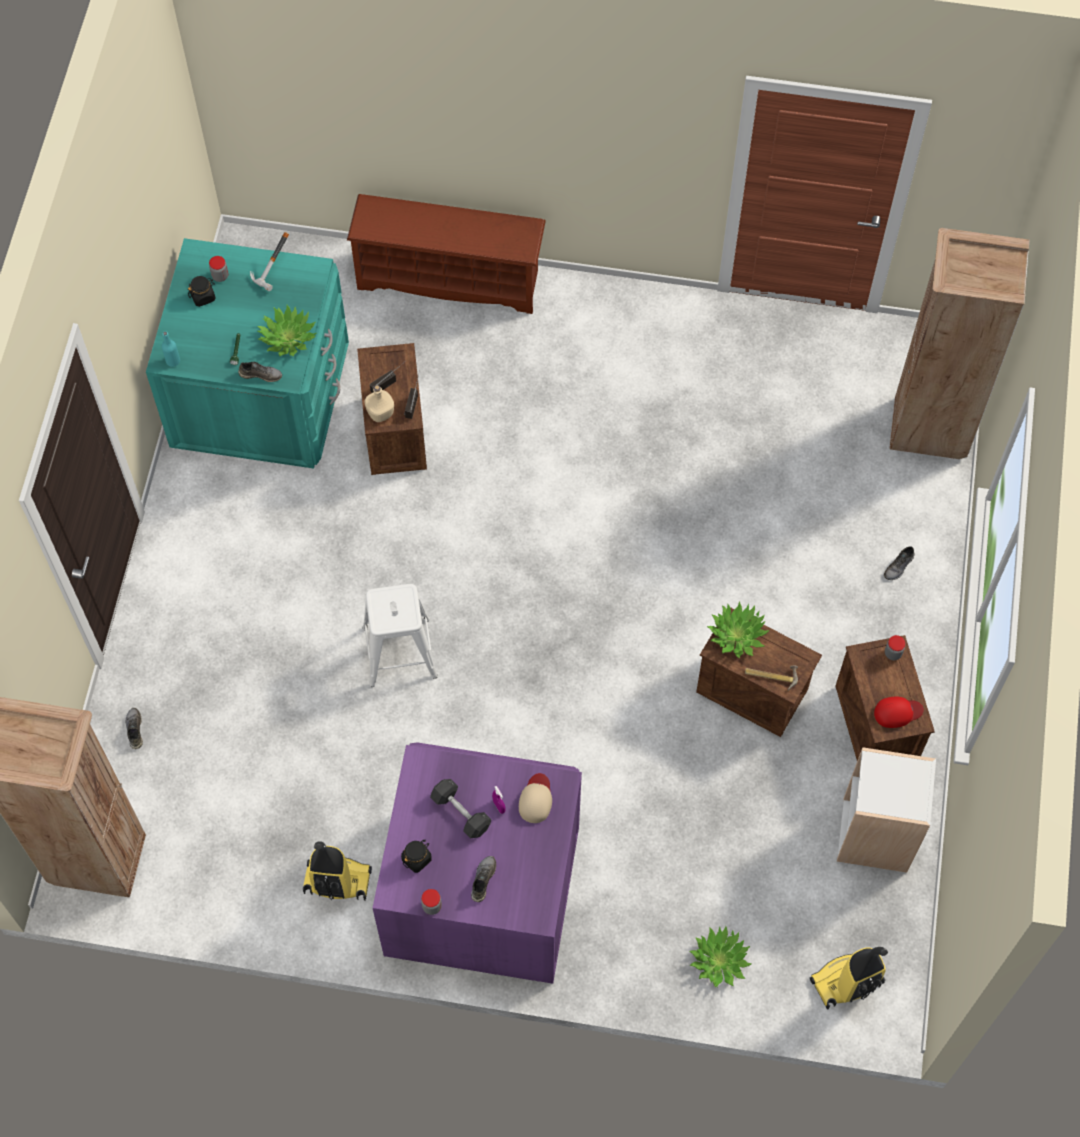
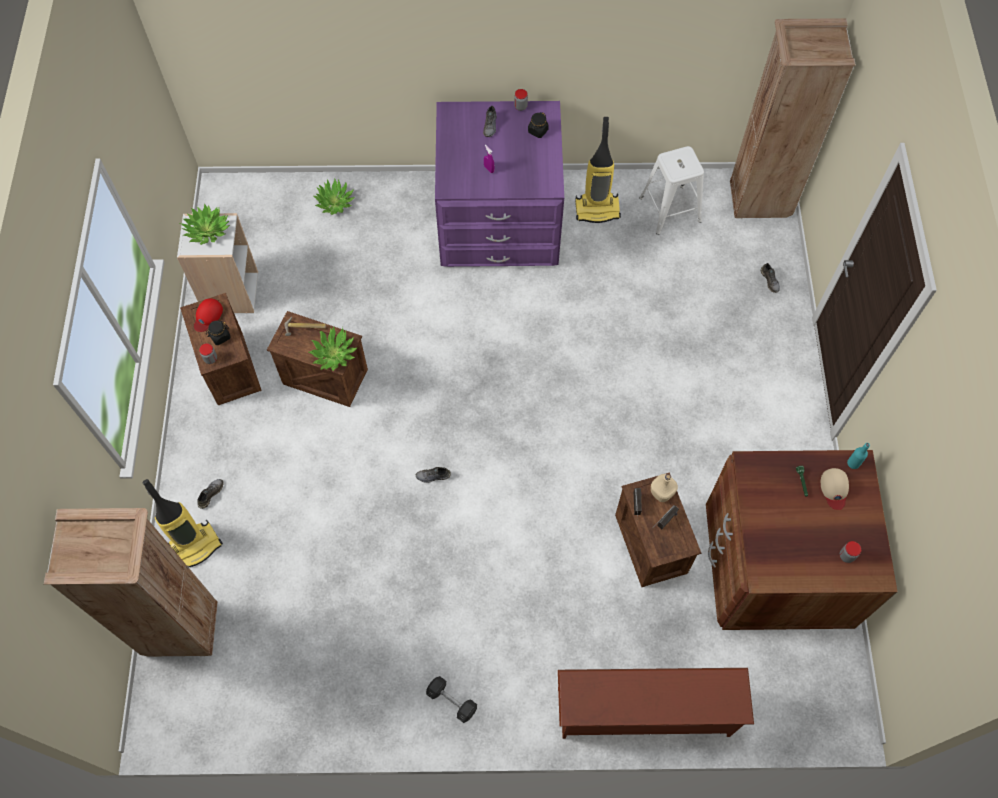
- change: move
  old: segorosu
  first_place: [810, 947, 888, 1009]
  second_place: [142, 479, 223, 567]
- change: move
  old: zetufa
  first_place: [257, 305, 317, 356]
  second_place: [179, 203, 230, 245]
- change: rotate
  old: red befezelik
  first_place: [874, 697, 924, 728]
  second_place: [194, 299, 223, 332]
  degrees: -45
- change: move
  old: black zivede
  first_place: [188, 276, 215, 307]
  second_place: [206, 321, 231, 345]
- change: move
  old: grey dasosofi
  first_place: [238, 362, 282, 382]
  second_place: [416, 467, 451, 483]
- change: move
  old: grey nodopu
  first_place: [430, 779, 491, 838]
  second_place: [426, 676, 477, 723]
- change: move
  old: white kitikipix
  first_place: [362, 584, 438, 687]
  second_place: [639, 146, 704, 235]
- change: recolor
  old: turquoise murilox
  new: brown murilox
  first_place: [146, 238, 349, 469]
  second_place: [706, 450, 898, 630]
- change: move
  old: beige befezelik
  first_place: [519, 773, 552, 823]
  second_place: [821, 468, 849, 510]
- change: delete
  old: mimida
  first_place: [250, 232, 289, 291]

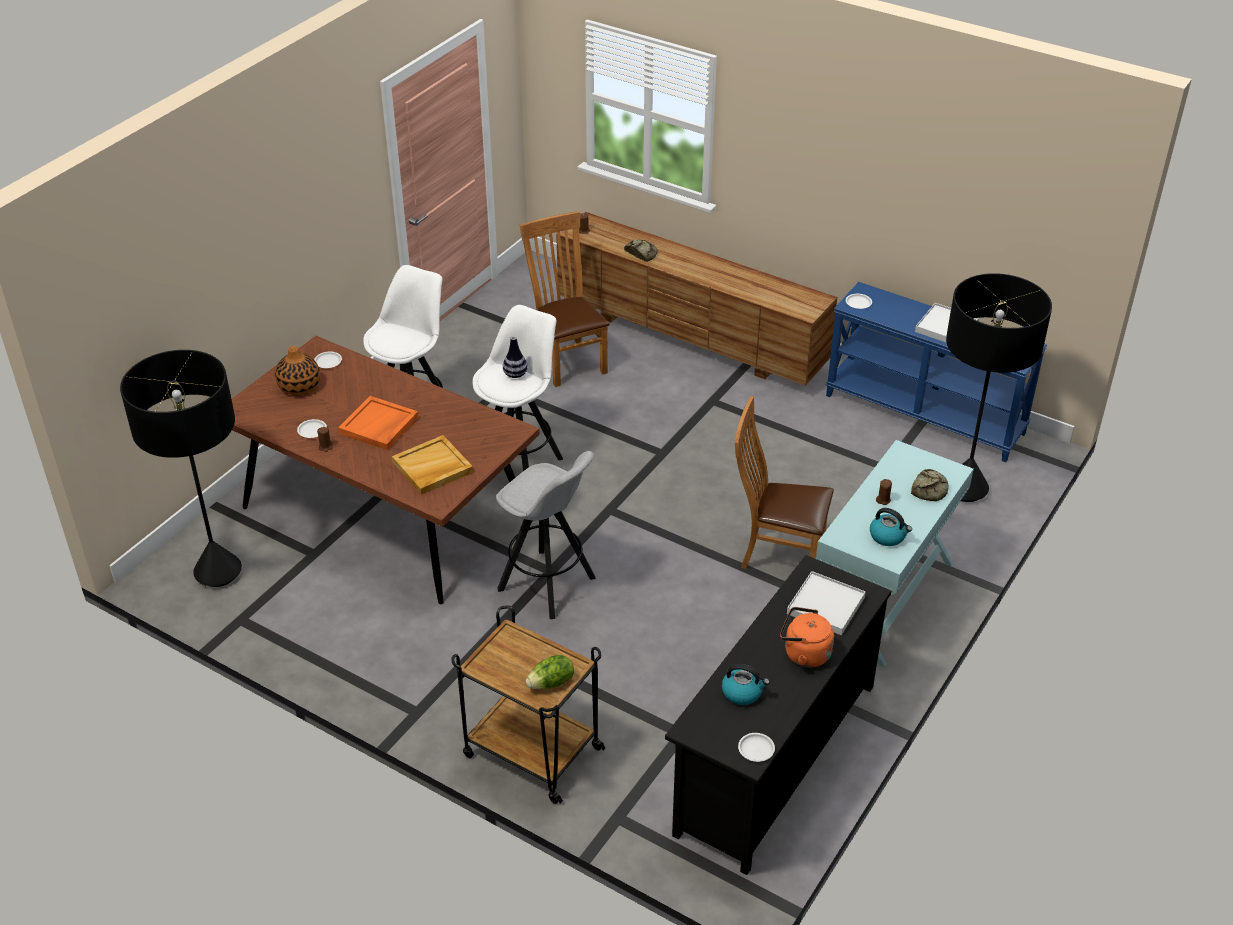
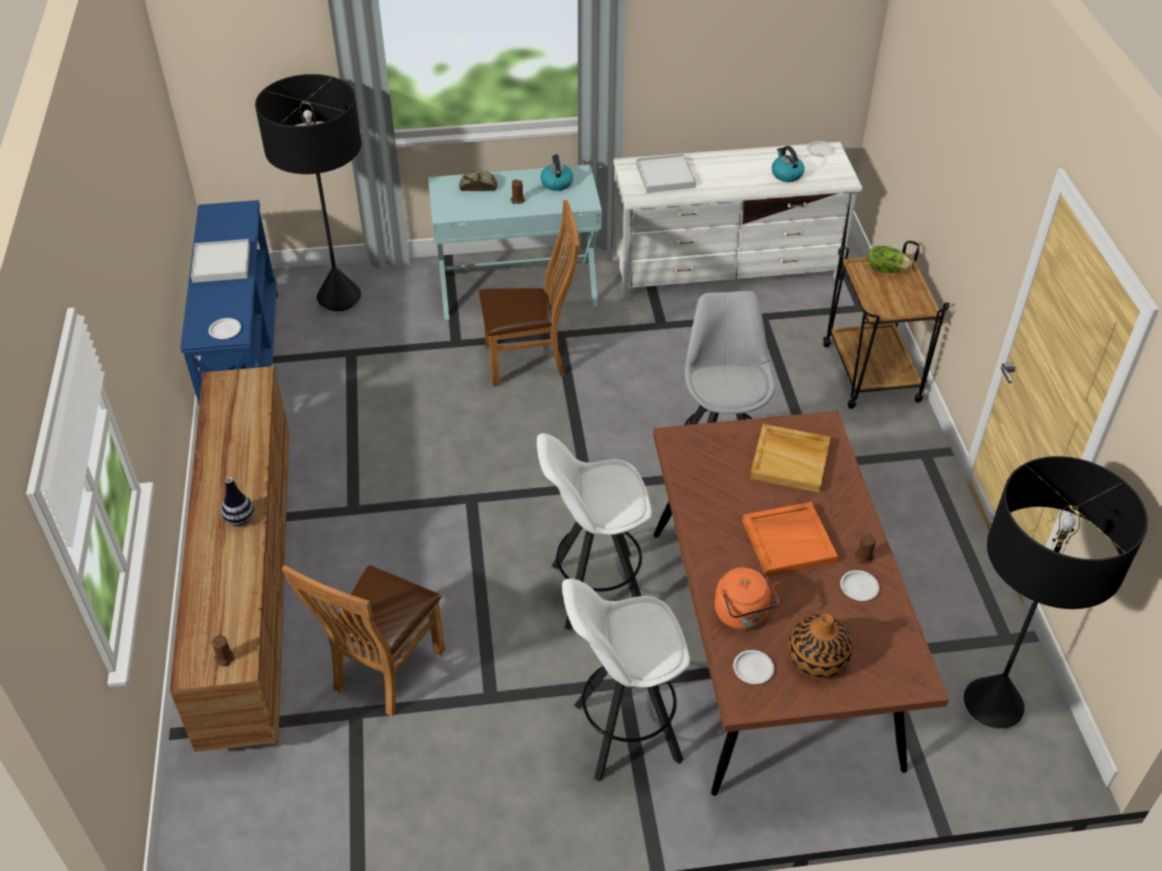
- change: move
  old: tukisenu
  first_place: [503, 336, 528, 378]
  second_place: [221, 477, 254, 526]
- change: rotate
  old: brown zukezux
  first_place: [735, 396, 834, 569]
  second_place: [479, 200, 580, 387]
  degrees: -75
- change: recolor
  old: black murilox
  new: white murilox
  first_place: [665, 555, 891, 875]
  second_place: [613, 142, 862, 298]
- change: move
  old: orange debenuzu
  first_place: [780, 607, 834, 668]
  second_place: [715, 567, 780, 630]
- change: delete
  old: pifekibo
  first_place: [624, 240, 657, 262]

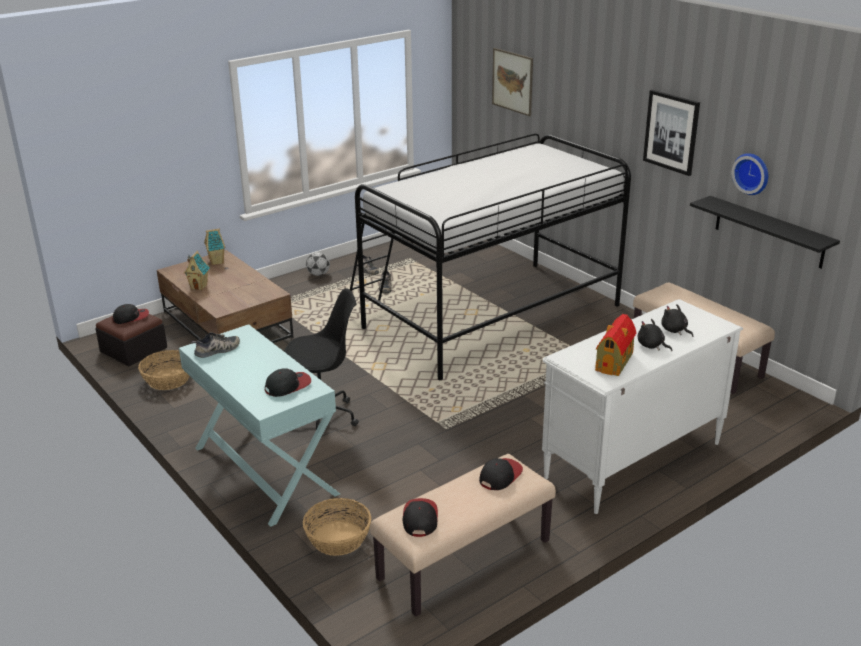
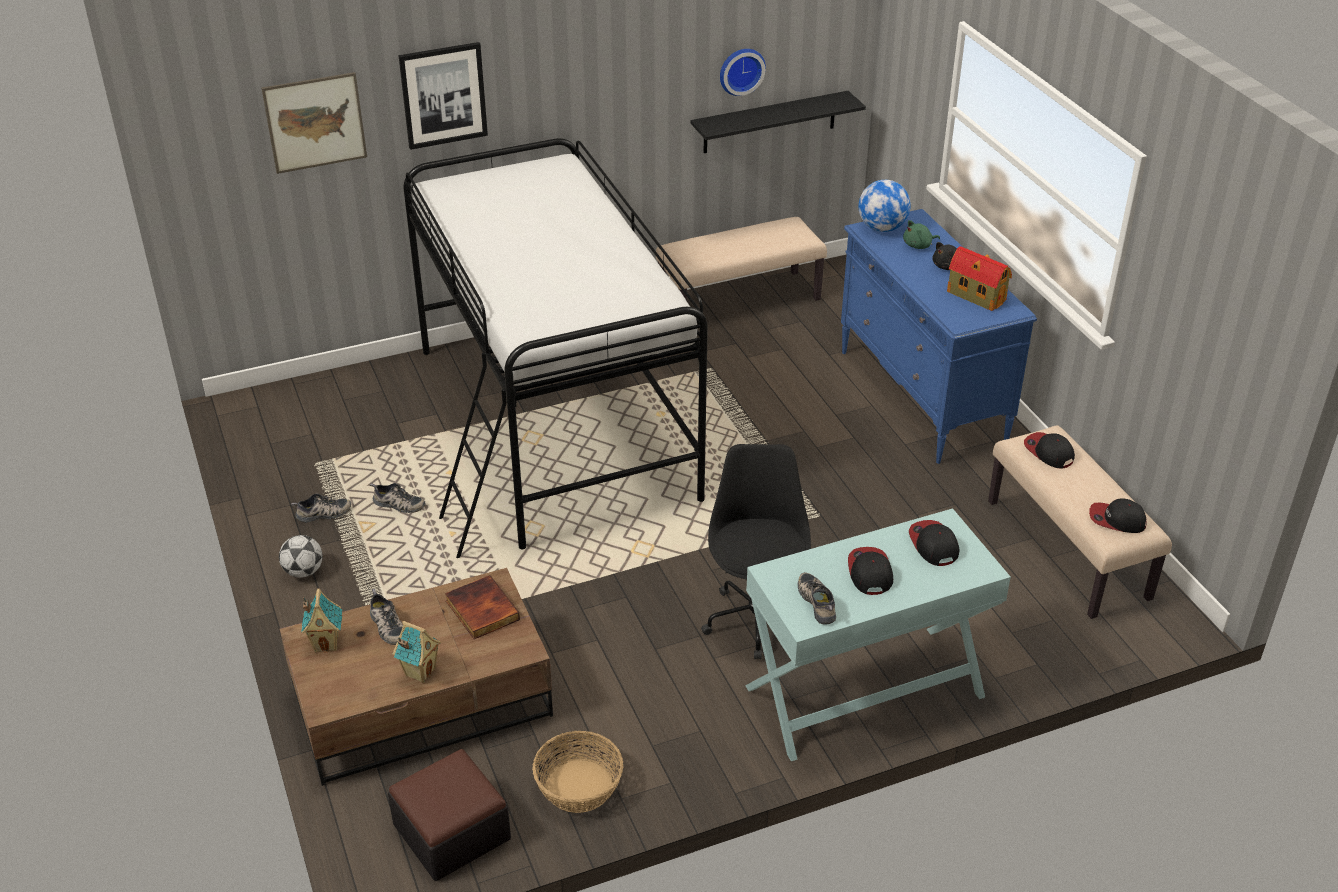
- change: insert
  new: dasosofi
  second_place: [370, 589, 403, 645]
- change: move
  old: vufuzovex
  first_place: [643, 90, 700, 176]
  second_place: [398, 42, 488, 150]
- change: insert
  new: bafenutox
  second_place: [445, 575, 520, 639]
- change: recolor
  old: white murilox
  new: blue murilox
  first_place: [542, 299, 743, 514]
  second_place: [841, 209, 1037, 464]
- change: move
  old: befezelik
  first_place: [113, 304, 149, 324]
  second_place: [848, 547, 893, 595]
- change: insert
  new: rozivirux
  second_place: [858, 180, 911, 232]
- change: recolor
  old: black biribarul
  new: green biribarul
  first_place: [661, 304, 693, 337]
  second_place: [903, 220, 940, 249]
- change: delete
  old: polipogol
  first_place: [303, 498, 371, 556]

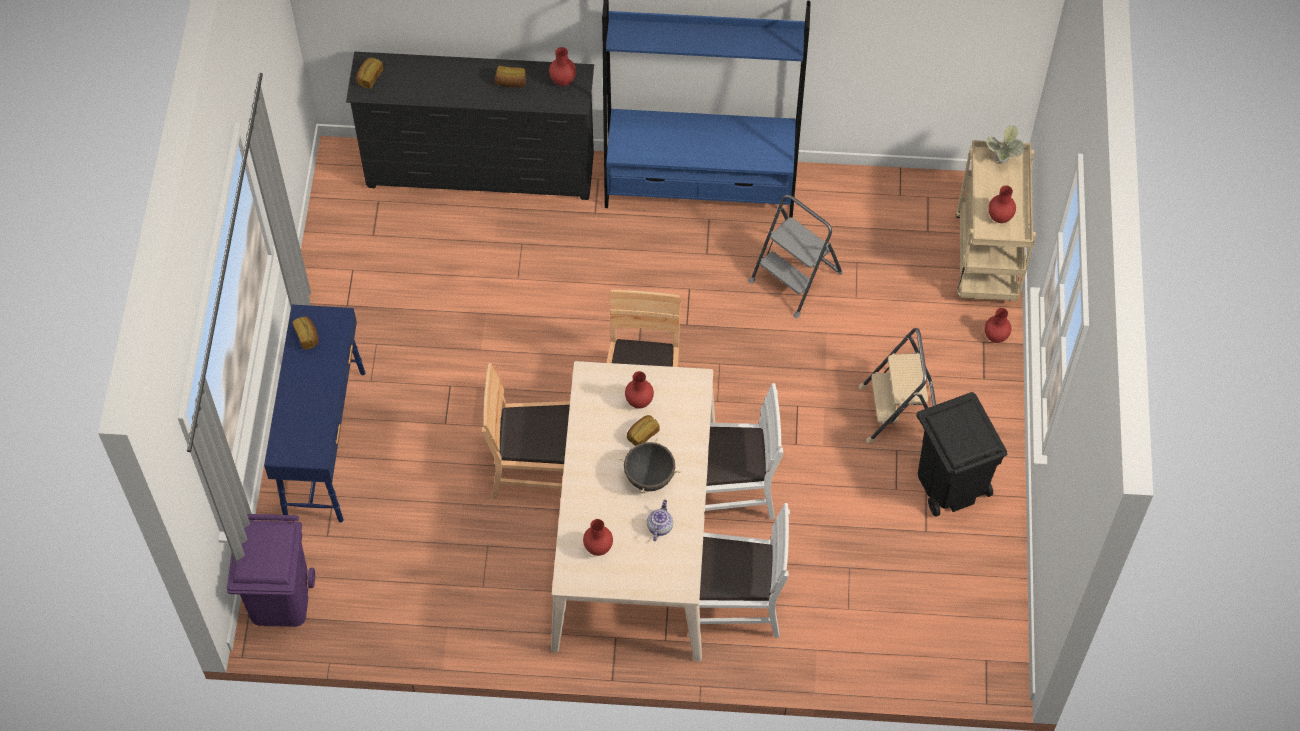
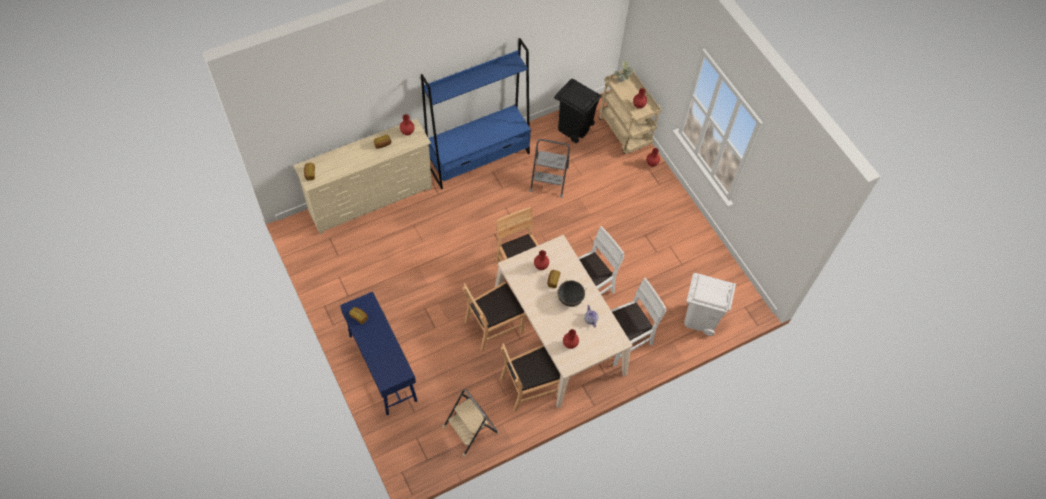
- change: recolor
  old: black murilox
  new: beige murilox
  first_place: [346, 52, 594, 200]
  second_place: [293, 118, 432, 234]
- change: move
  old: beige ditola
  first_place: [859, 328, 936, 443]
  second_place: [442, 389, 499, 457]
- change: insert
  new: brown zukezux
  second_place: [500, 343, 560, 412]
- change: move
  old: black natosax
  first_place: [916, 392, 1007, 517]
  second_place: [554, 79, 602, 143]
- change: insert
  new: white natosax
  second_place: [684, 273, 736, 336]
- change: delete
  old: purple natosax
  first_place: [227, 514, 315, 627]

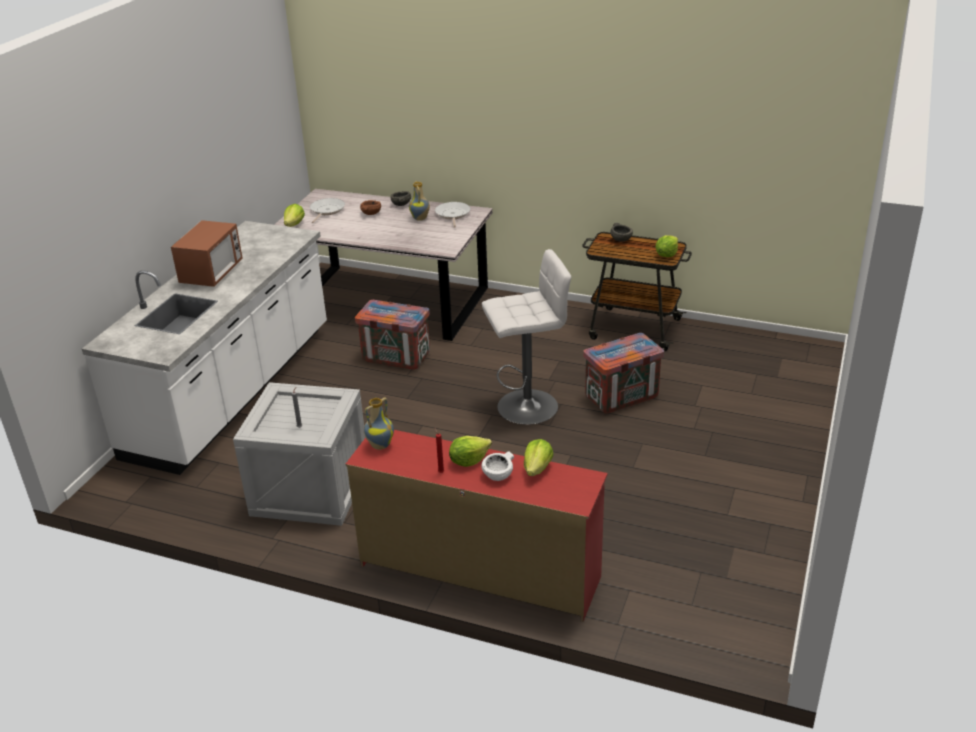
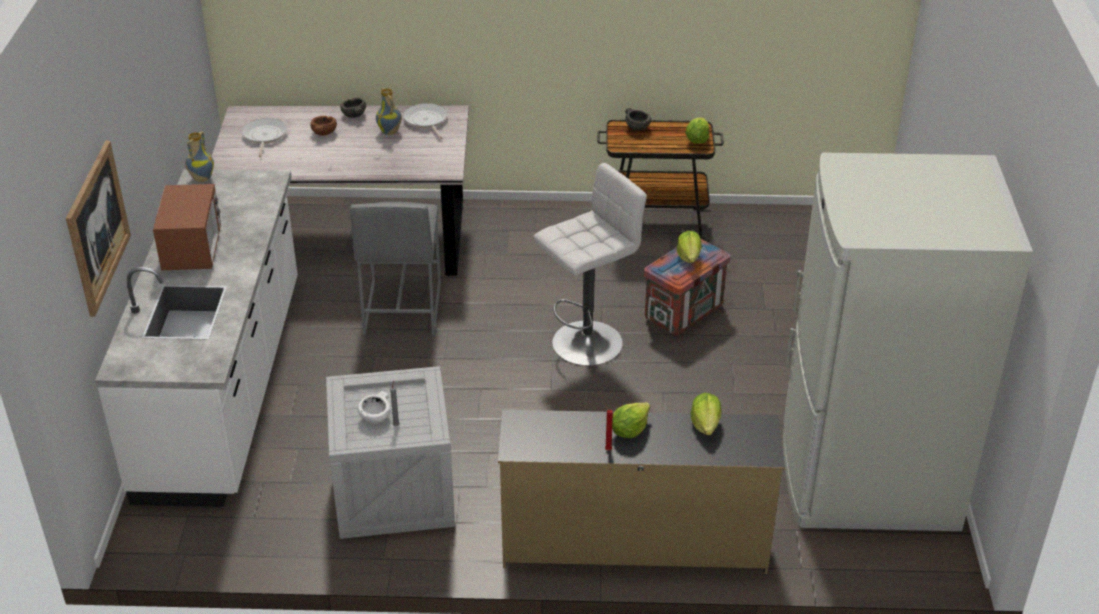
- change: insert
  new: vufuzovex
  second_place: [66, 141, 131, 317]
- change: move
  old: tukisenu
  first_place: [364, 397, 394, 450]
  second_place: [185, 131, 214, 182]
- change: replace
  old: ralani
  new: grey kitikipix
  first_place: [355, 300, 430, 370]
  second_place: [350, 201, 441, 335]
- change: move
  old: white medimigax
  first_place: [481, 452, 514, 481]
  second_place: [358, 391, 391, 424]
- change: recolor
  old: red murilox
  new: black murilox
  first_place: [346, 430, 608, 622]
  second_place: [498, 410, 785, 574]
- change: move
  old: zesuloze
  first_place: [284, 204, 305, 227]
  second_place: [677, 231, 702, 263]
- change: insert
  new: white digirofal
  second_place: [783, 153, 1033, 531]

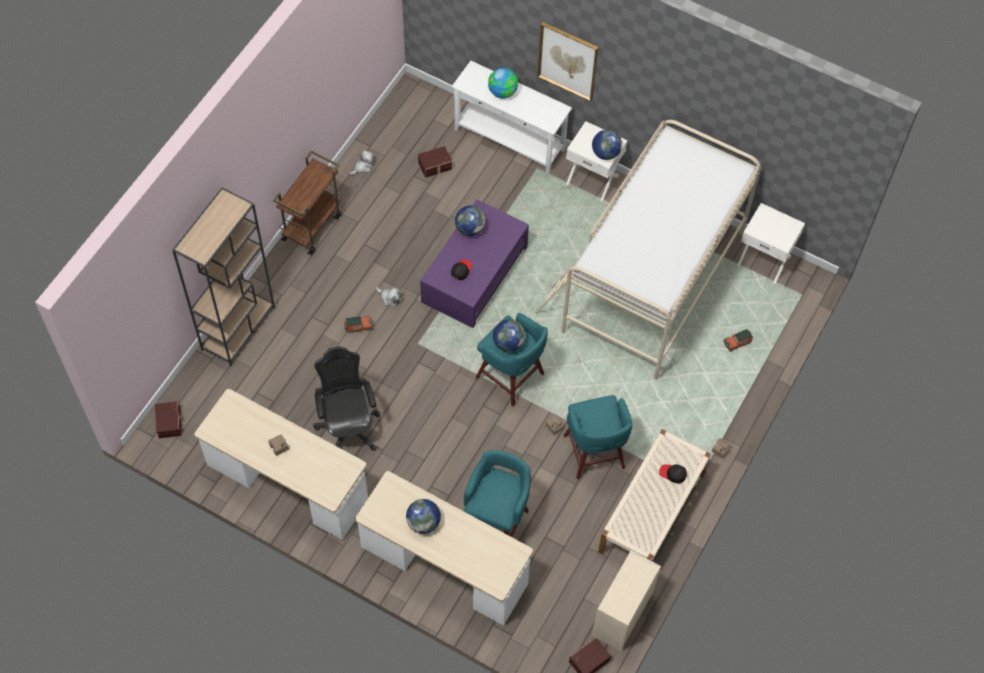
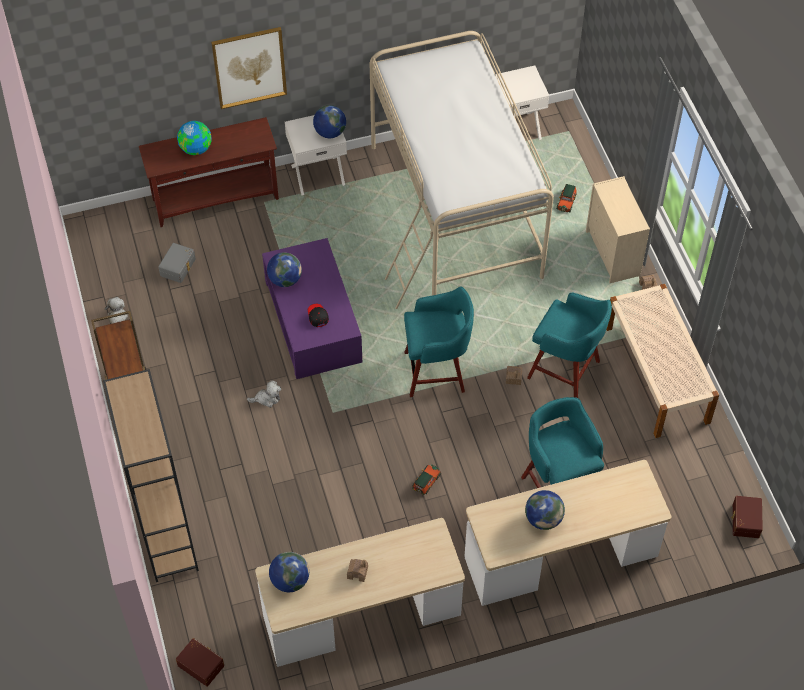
- change: recolor
  old: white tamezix
  new: brown tamezix
  first_place: [452, 61, 572, 174]
  second_place: [139, 117, 279, 227]
- change: recolor
  old: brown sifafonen
  new: grey sifafonen
  first_place: [418, 146, 452, 178]
  second_place: [158, 243, 196, 283]
- change: move
  old: rozivirux
  first_place: [493, 320, 525, 352]
  second_place: [269, 552, 309, 592]
- change: move
  old: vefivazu
  first_place: [343, 316, 373, 333]
  second_place: [412, 464, 442, 495]
- change: move
  old: beige murilox
  first_place: [592, 550, 661, 651]
  second_place: [586, 176, 650, 283]
- change: delete
  old: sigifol
  first_place: [313, 346, 380, 451]
- change: delete
  old: black befezelik
  first_place: [659, 464, 687, 484]

